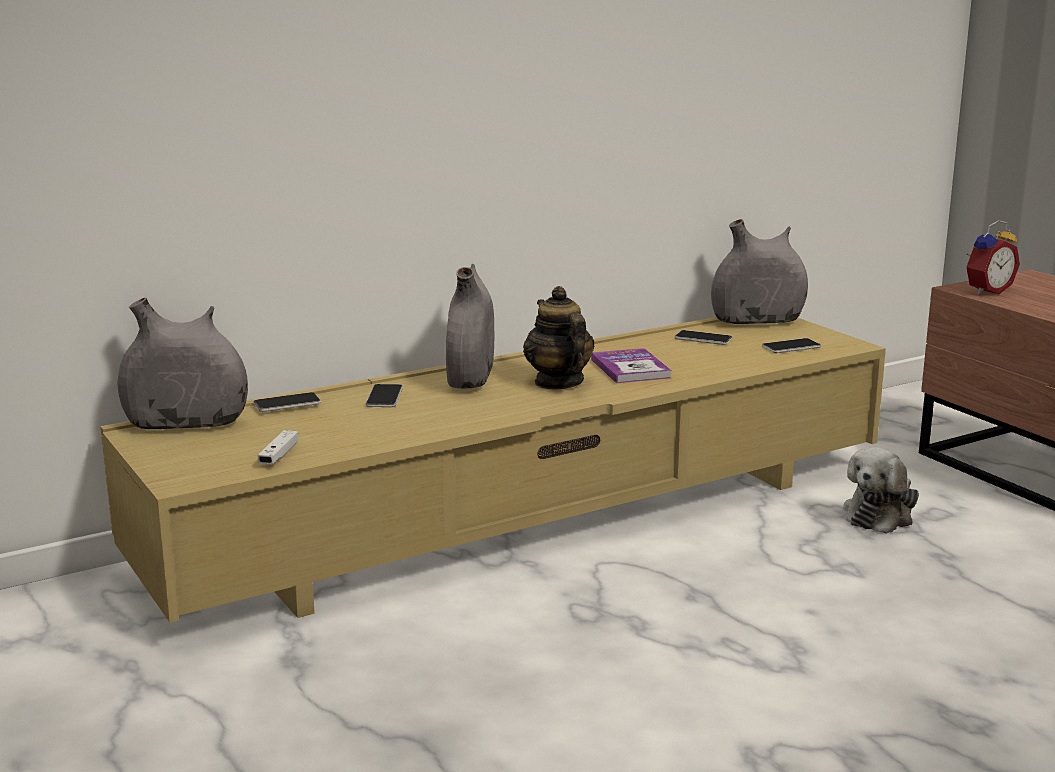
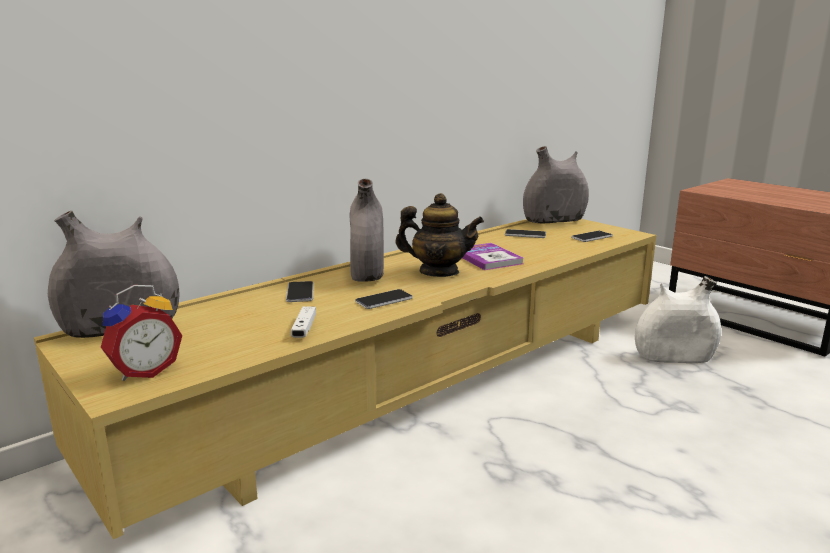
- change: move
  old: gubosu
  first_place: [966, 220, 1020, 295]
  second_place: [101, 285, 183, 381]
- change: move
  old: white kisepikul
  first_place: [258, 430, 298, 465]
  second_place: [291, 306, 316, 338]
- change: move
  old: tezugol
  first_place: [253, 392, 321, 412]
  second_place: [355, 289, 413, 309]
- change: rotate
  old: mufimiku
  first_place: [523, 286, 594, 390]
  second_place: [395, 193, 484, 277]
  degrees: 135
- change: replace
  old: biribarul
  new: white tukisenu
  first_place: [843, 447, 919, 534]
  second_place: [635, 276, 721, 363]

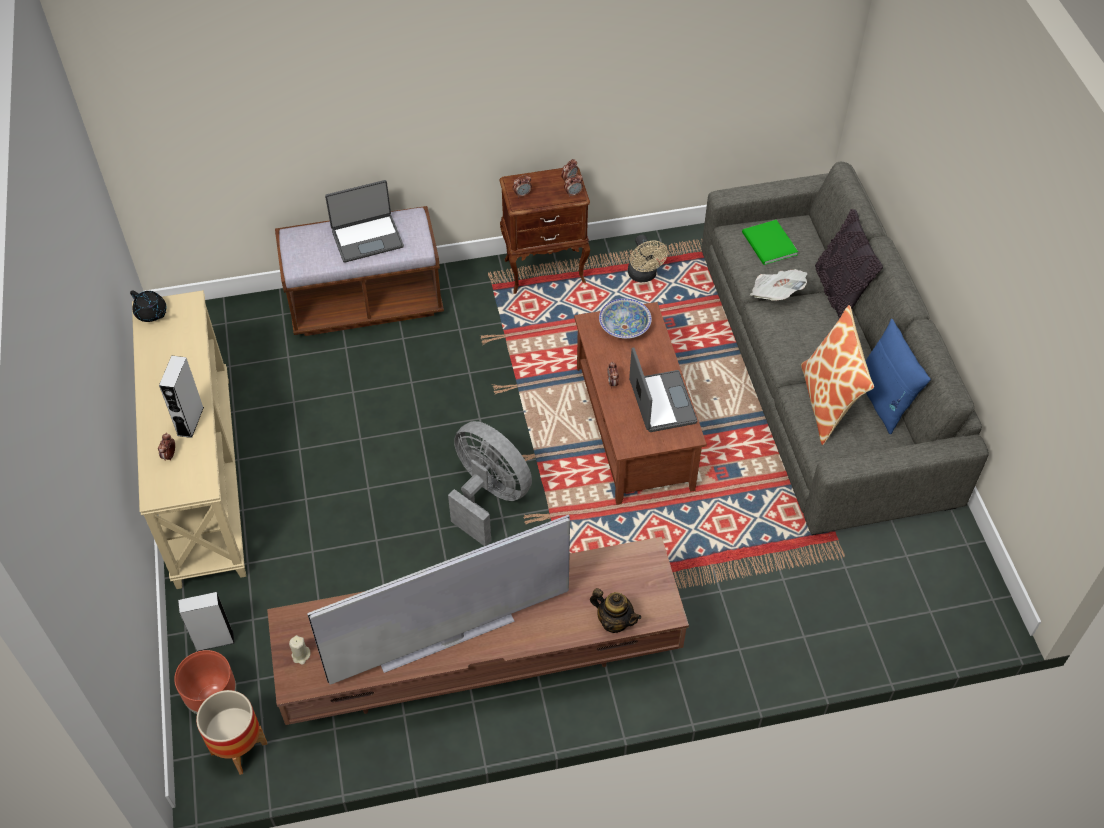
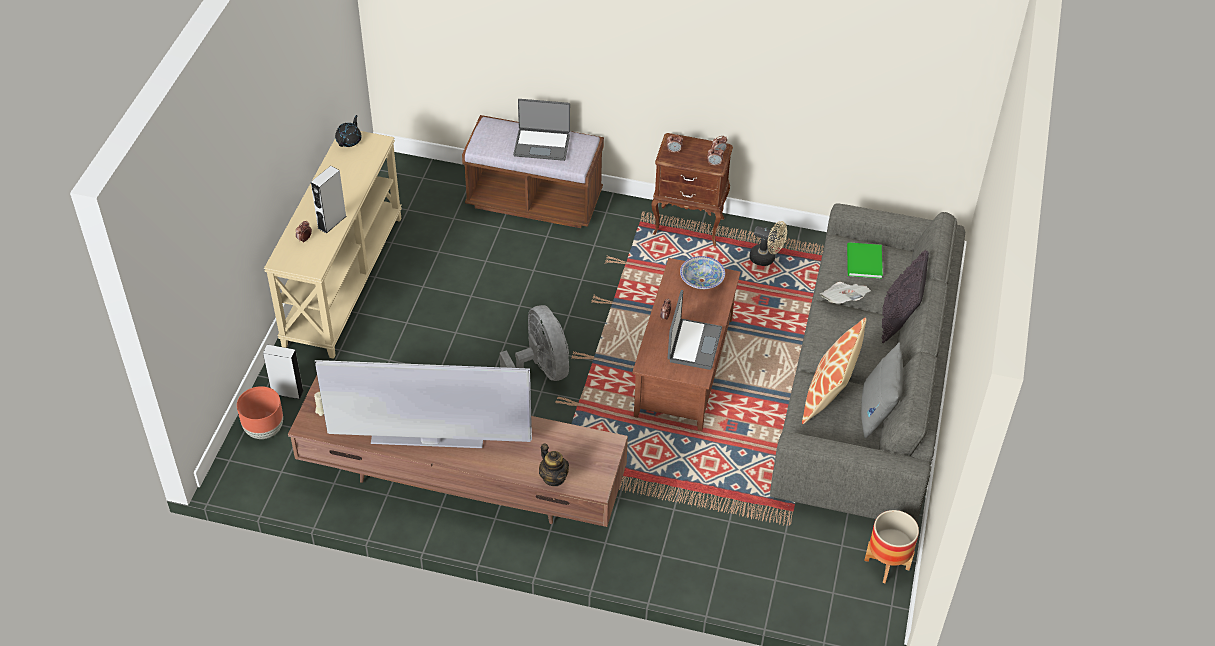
- change: rotate
  old: black mufimiku
  first_place: [130, 290, 166, 322]
  second_place: [335, 115, 362, 147]
  degrees: -135
- change: rotate
  old: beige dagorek
  first_place: [628, 235, 668, 283]
  second_place: [749, 221, 787, 266]
  degrees: -75
- change: recolor
  old: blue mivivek
  new: grey mivivek
  first_place: [866, 319, 931, 434]
  second_place: [861, 342, 903, 439]
- change: move
  old: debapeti
  first_place: [196, 690, 267, 775]
  second_place: [864, 510, 919, 583]

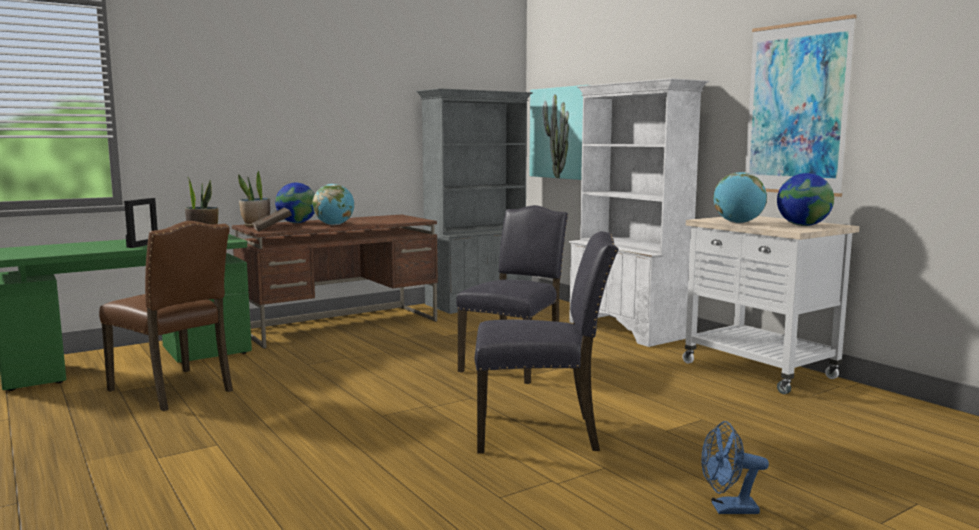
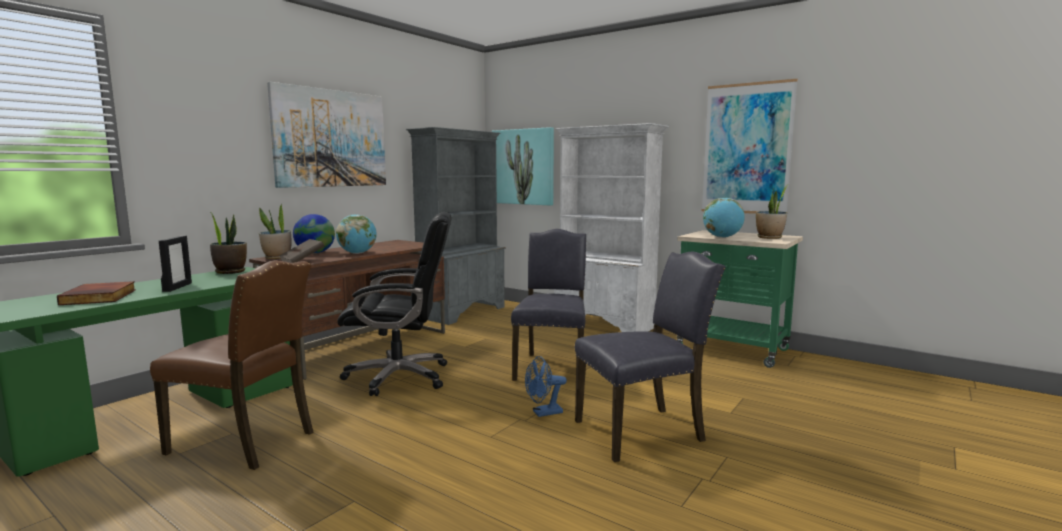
- change: insert
  new: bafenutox
  second_place: [57, 281, 136, 305]
- change: insert
  new: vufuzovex
  second_place: [267, 82, 386, 188]
- change: insert
  new: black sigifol
  second_place: [337, 212, 452, 396]
- change: move
  old: blue dagorek
  first_place: [701, 421, 769, 514]
  second_place: [525, 356, 567, 417]
- change: recolor
  old: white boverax
  new: green boverax
  first_place: [682, 216, 860, 394]
  second_place: [677, 230, 803, 368]
- change: replace
  old: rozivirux
  new: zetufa
  first_place: [777, 173, 834, 226]
  second_place: [756, 185, 787, 239]

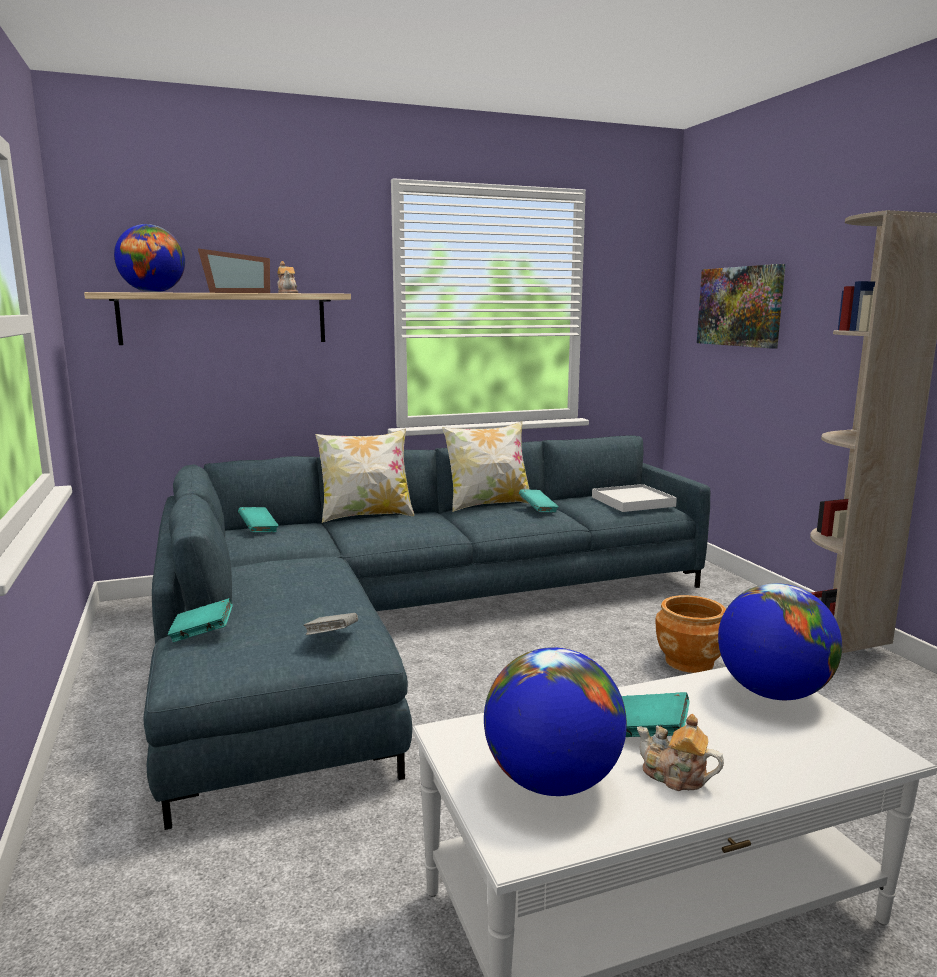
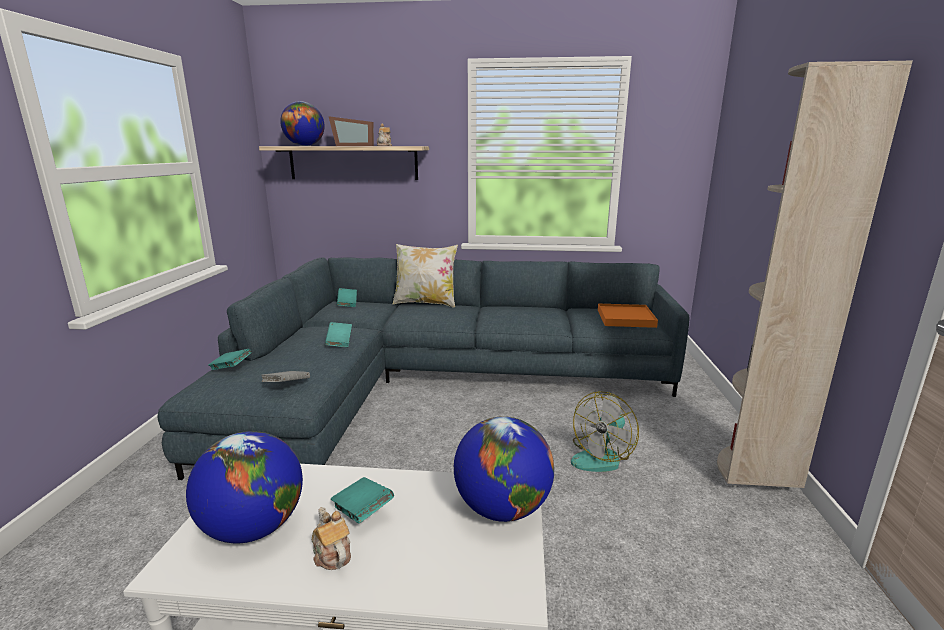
- change: move
  old: turquoise bafenutox
  first_place: [519, 489, 559, 512]
  second_place: [325, 322, 352, 347]
- change: replace
  old: brown debapeti
  new: dagorek
  first_place: [655, 595, 726, 673]
  second_place: [571, 391, 639, 472]
- change: recolor
  old: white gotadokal
  new: orange gotadokal
  first_place: [592, 484, 677, 512]
  second_place: [598, 304, 658, 328]
- change: delete
  old: mivivek
  first_place: [442, 421, 530, 512]
- change: delete
  old: vufuzovex
  first_place: [697, 264, 785, 349]

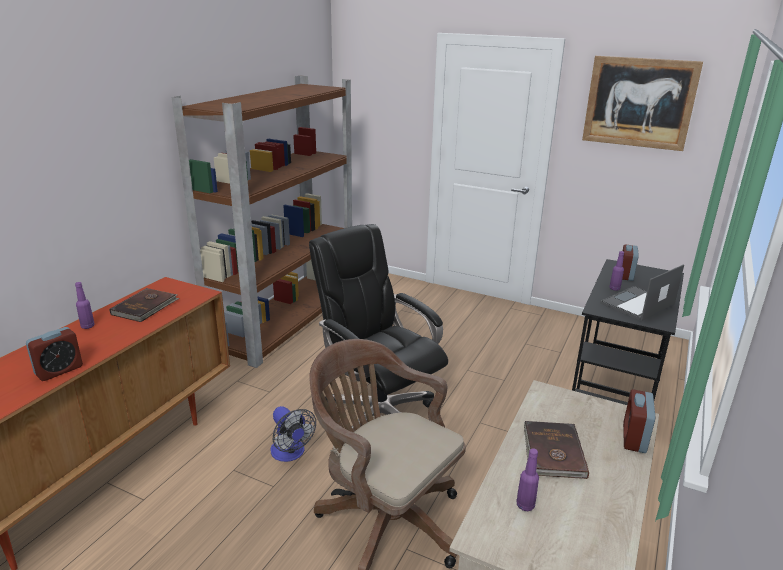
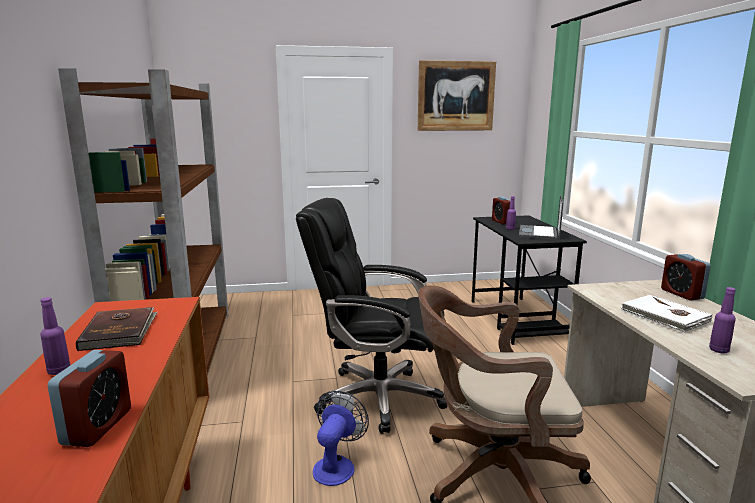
- change: rotate
  old: dagorek
  first_place: [271, 406, 316, 462]
  second_place: [313, 391, 369, 486]
  degrees: -90
- change: recolor
  old: brown bafenutox
  new: white bafenutox
  first_place: [524, 421, 589, 479]
  second_place: [621, 295, 712, 333]

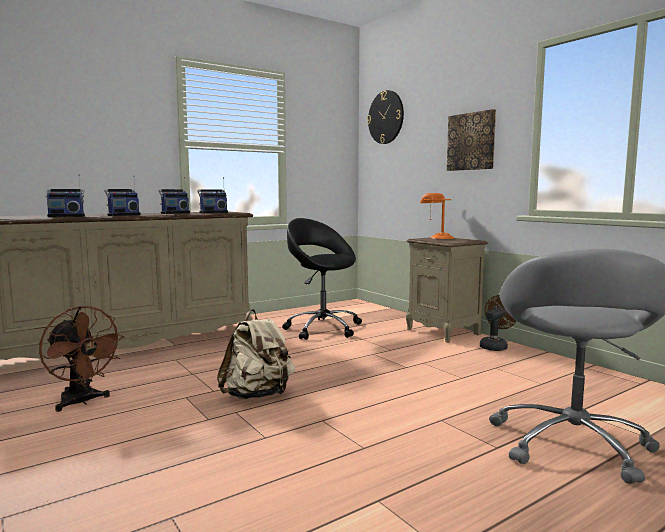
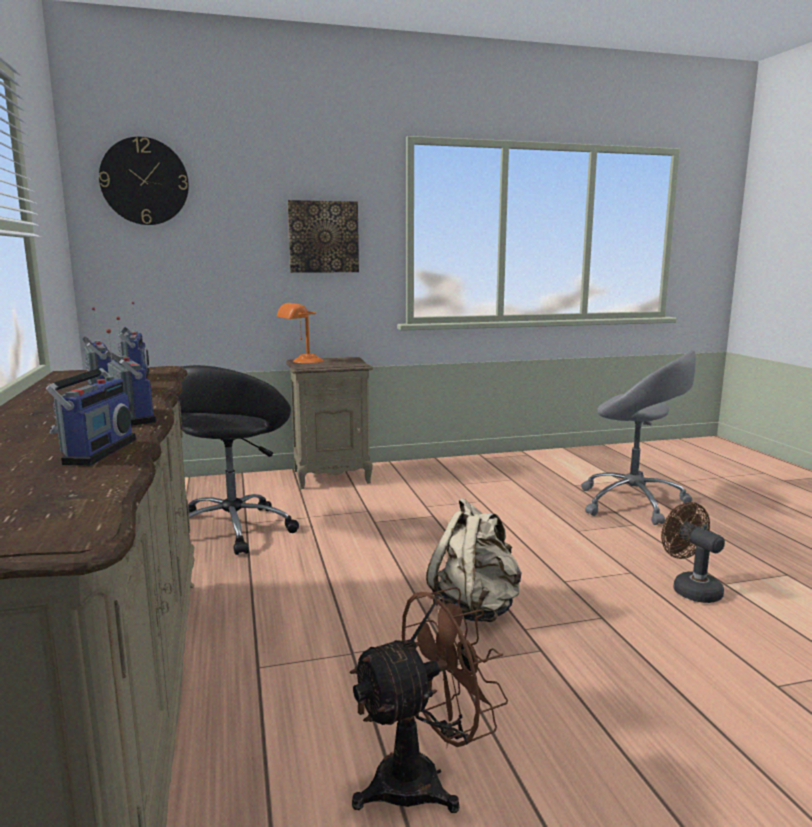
- change: rotate
  old: black sigifol
  first_place: [282, 218, 362, 340]
  second_place: [178, 365, 299, 555]
  degrees: -45
- change: move
  old: brown dagorek
  first_place: [480, 295, 516, 351]
  second_place: [661, 502, 725, 603]

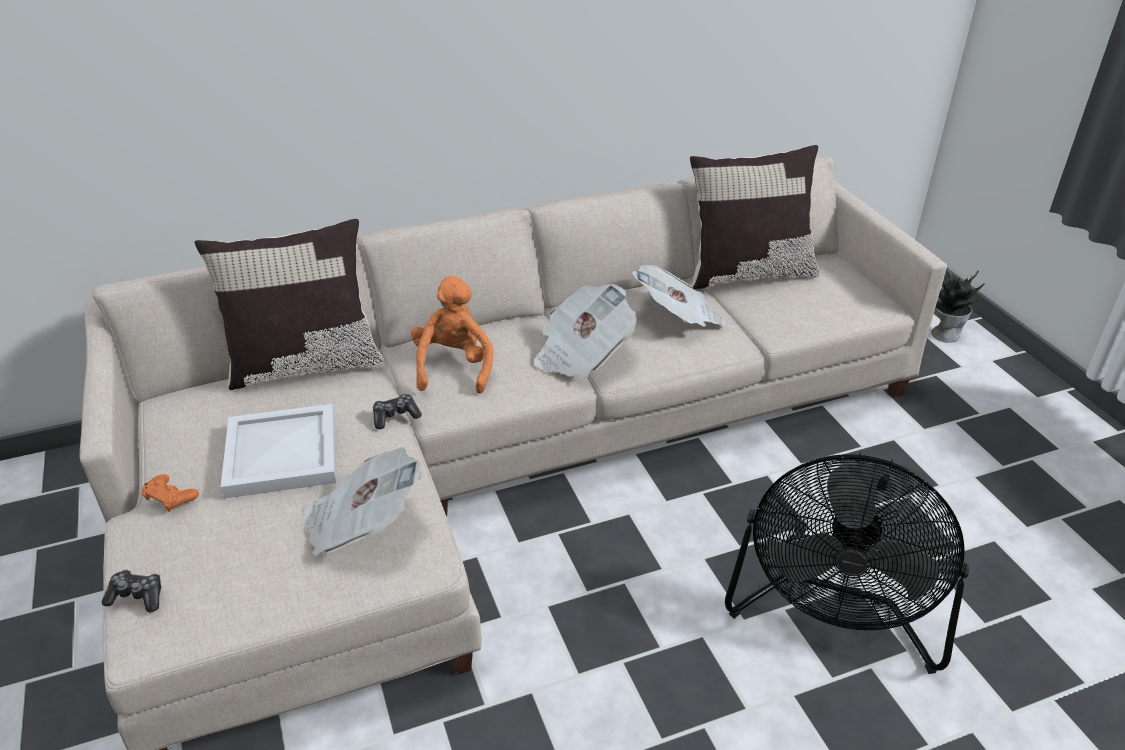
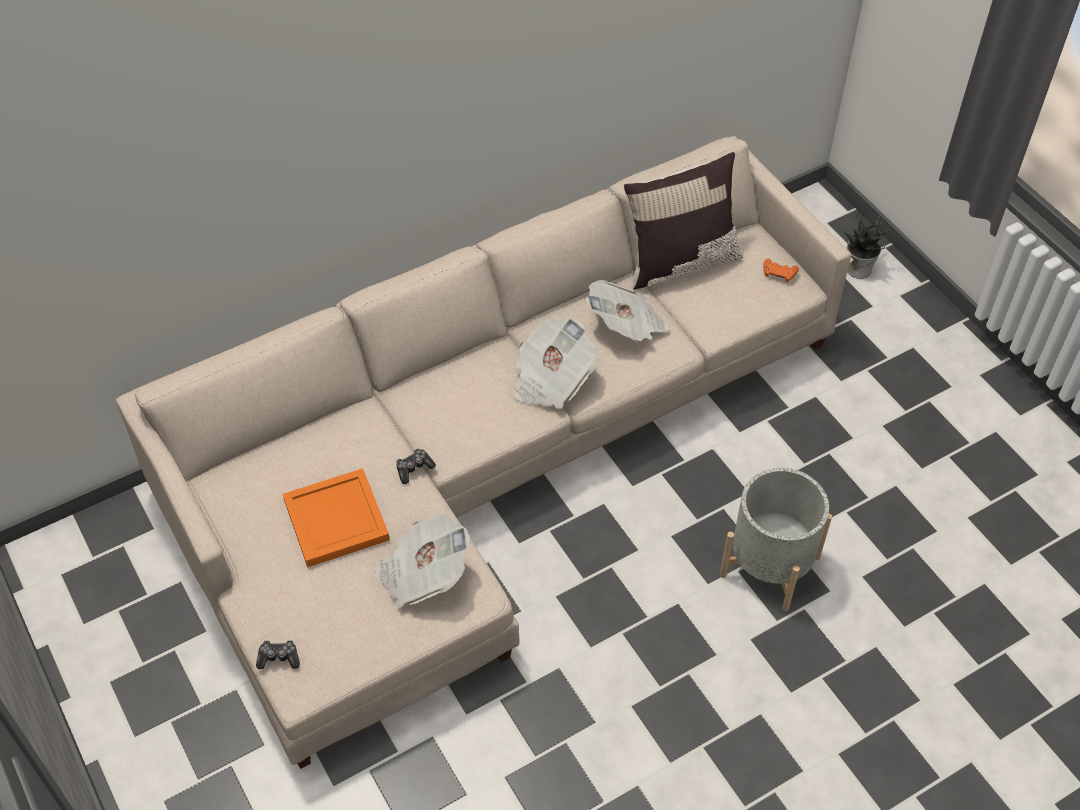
- change: recolor
  old: white gotadokal
  new: orange gotadokal
  first_place: [221, 404, 336, 499]
  second_place: [283, 468, 390, 568]
- change: replace
  old: black dagorek
  new: grey debapeti
  first_place: [725, 452, 969, 674]
  second_place: [720, 468, 832, 611]
- change: move
  old: orange kisepikul
  first_place: [142, 474, 199, 512]
  second_place: [764, 258, 799, 283]
- change: delete
  old: mivivek
  first_place: [195, 219, 385, 390]
- change: delete
  old: orange biribarul
  first_place: [411, 276, 493, 394]

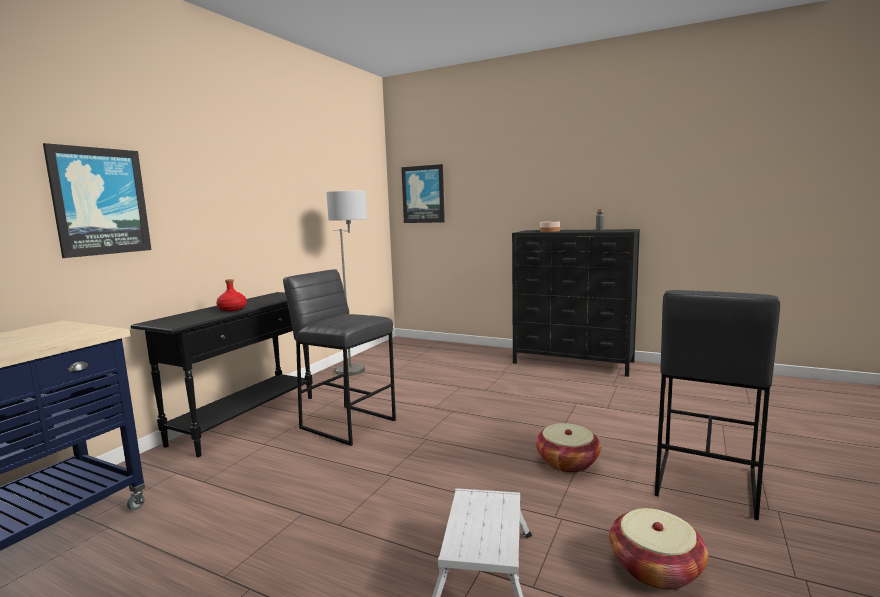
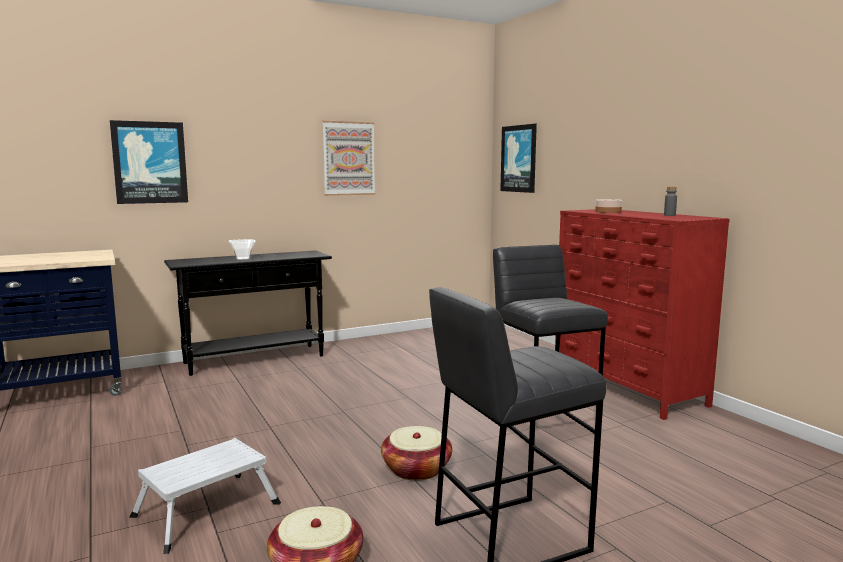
- change: replace
  old: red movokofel
  new: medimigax
  first_place: [216, 279, 247, 311]
  second_place: [229, 239, 256, 260]
- change: insert
  new: vufuzovex
  second_place: [322, 121, 375, 196]
- change: move
  old: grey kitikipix
  first_place: [283, 269, 396, 446]
  second_place: [493, 245, 608, 444]
- change: recolor
  old: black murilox
  new: red murilox
  first_place: [512, 229, 640, 377]
  second_place: [555, 209, 730, 420]
- change: delete
  old: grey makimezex
  first_place: [327, 191, 367, 376]

